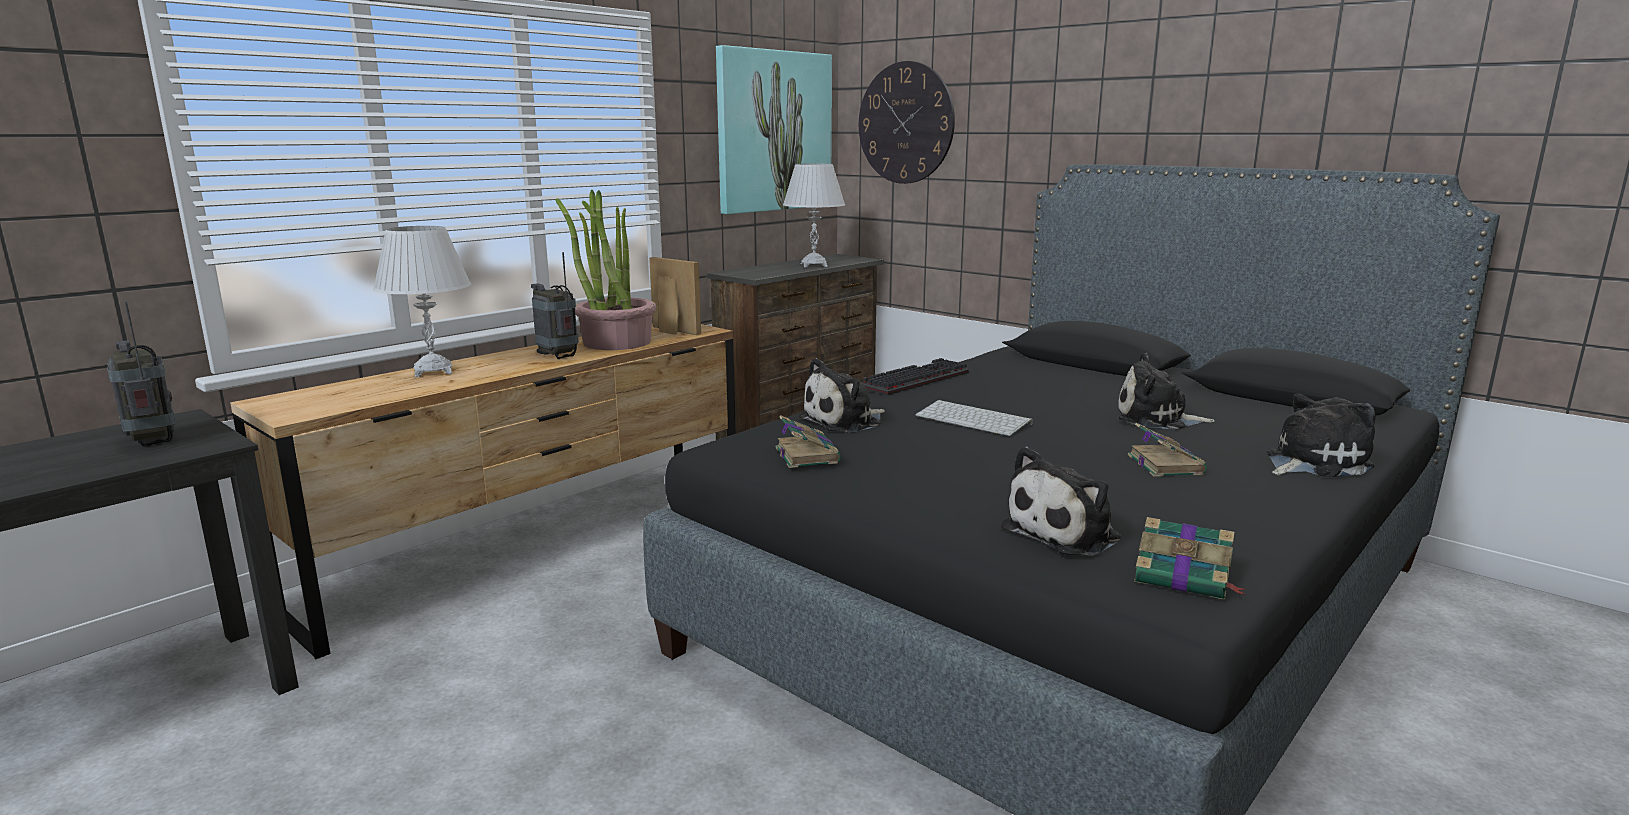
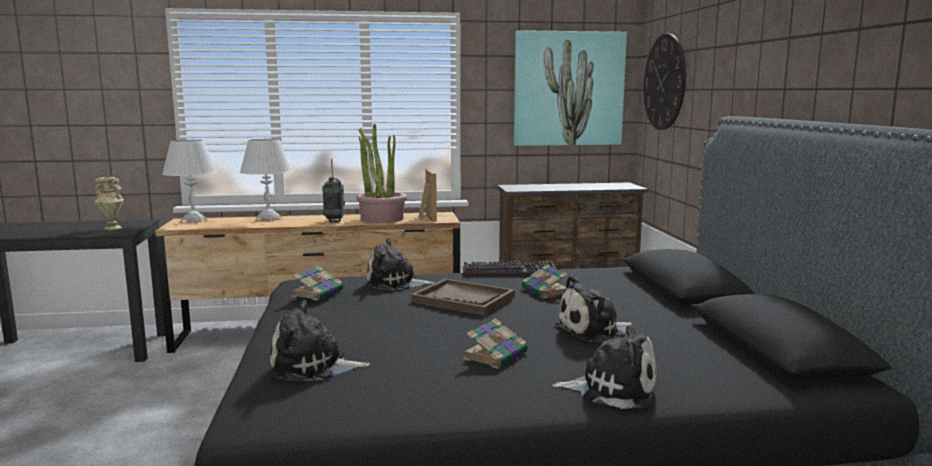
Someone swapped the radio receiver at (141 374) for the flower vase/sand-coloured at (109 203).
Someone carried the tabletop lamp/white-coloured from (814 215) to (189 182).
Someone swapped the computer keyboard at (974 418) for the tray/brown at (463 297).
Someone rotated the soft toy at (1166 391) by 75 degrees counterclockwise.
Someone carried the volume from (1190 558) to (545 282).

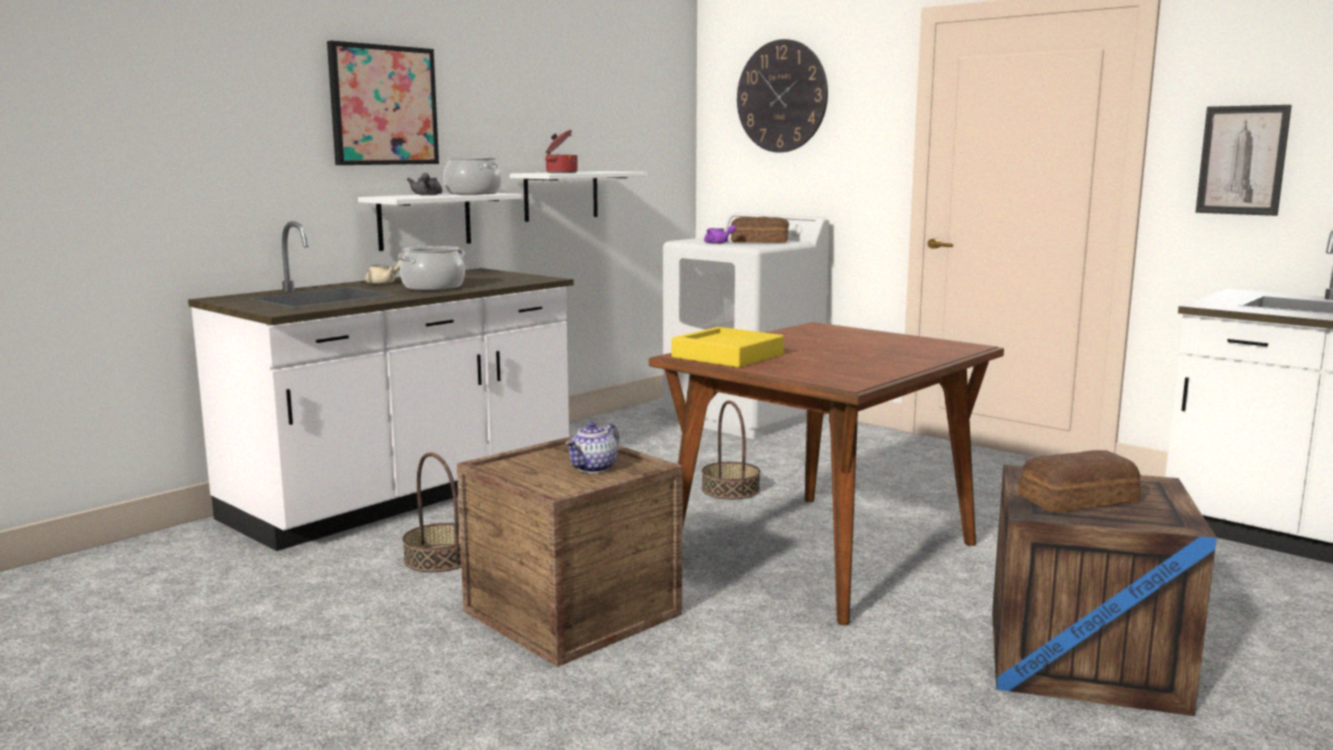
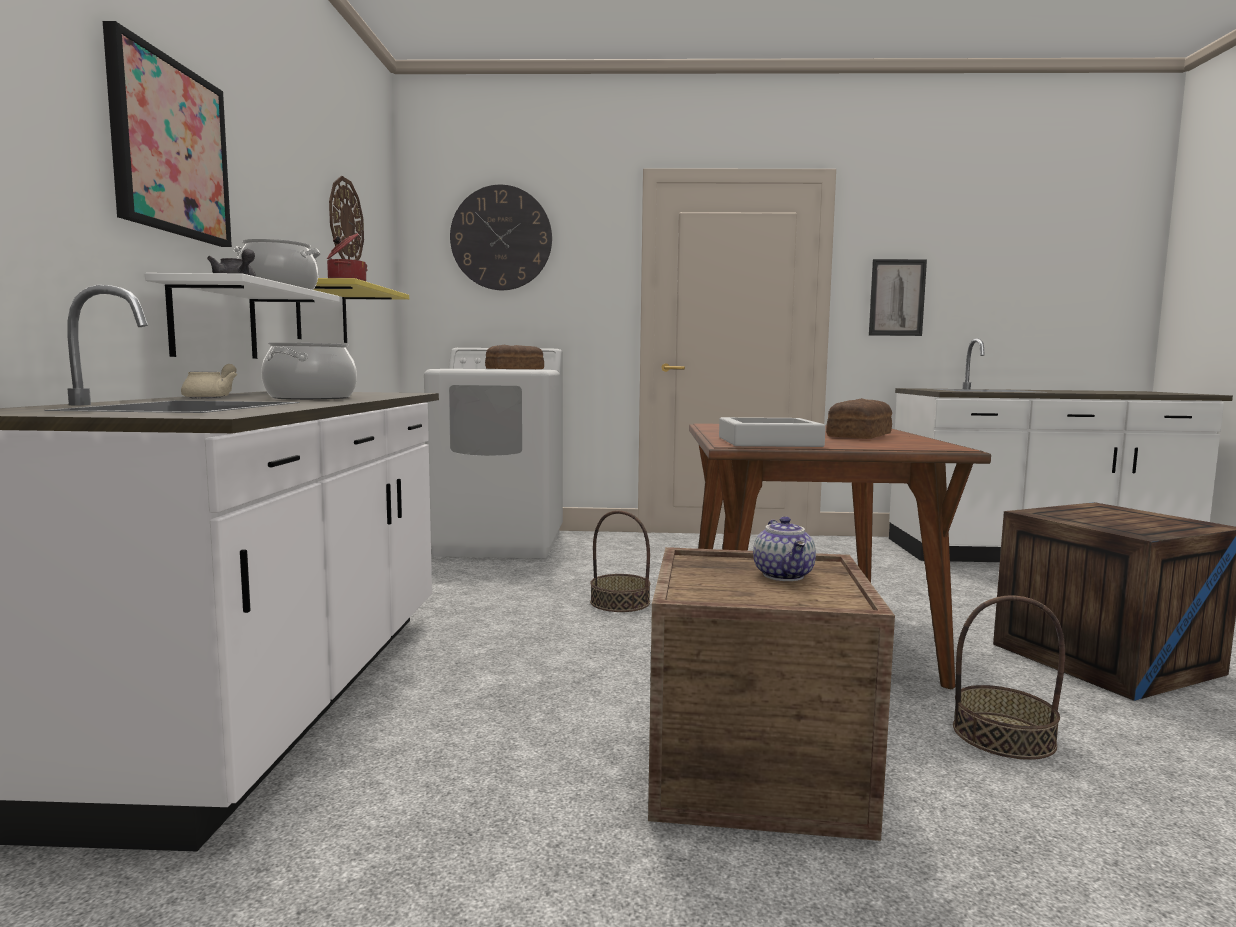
Someone carried the storage basket from (431 512) to (1009 677).
Someone repainted the bracket shelf/white-coloured at (578 196), which became the bracket shelf/yellow-coloured at (352 310).
Someone repainted the tray/yellow-coloured at (728 347), which became the tray/greyish at (772 432).
Someone took away the teapot/purple at (720 234).
Someone carried the bread from (1080 481) to (859 418).
Someone put up the clock on the wall at (346 218).

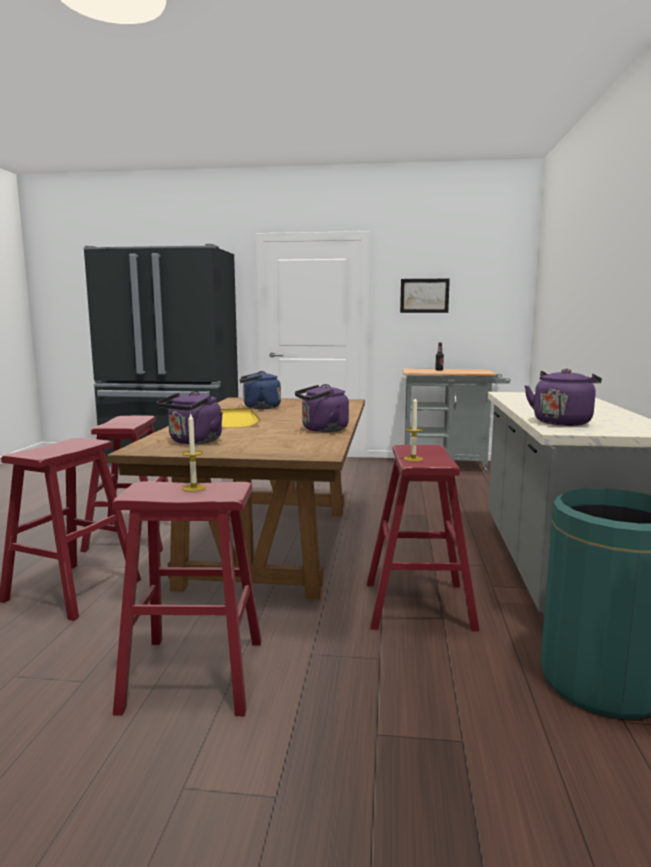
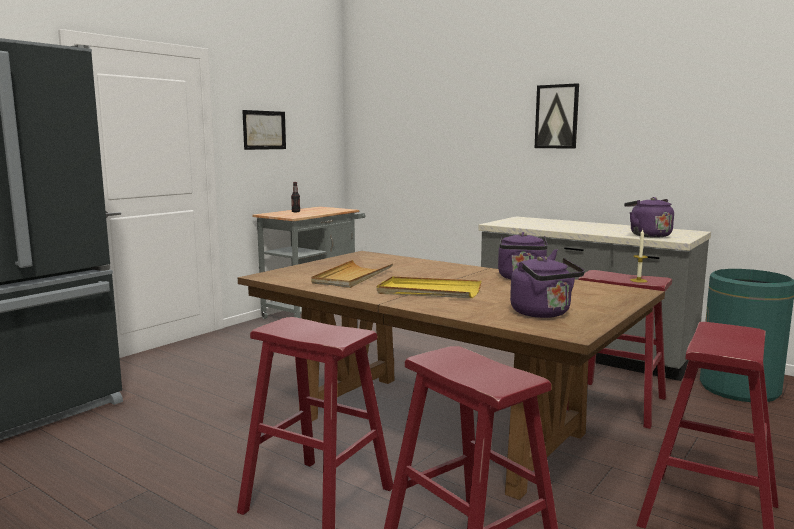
Someone took away the wax candle at (194 452).
Someone swapped the kettle/blue-coloured at (260 390) for the tray/sand-coloured at (352 274).
Someone put up the picture at (557 116).

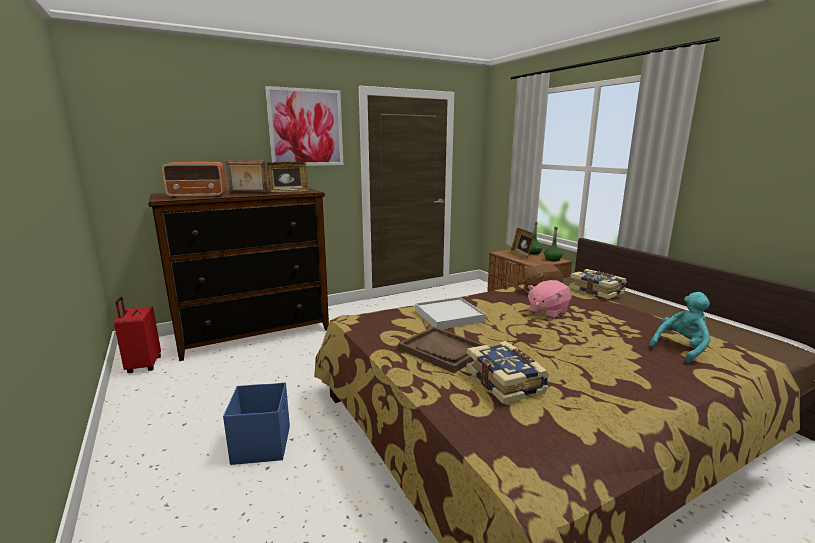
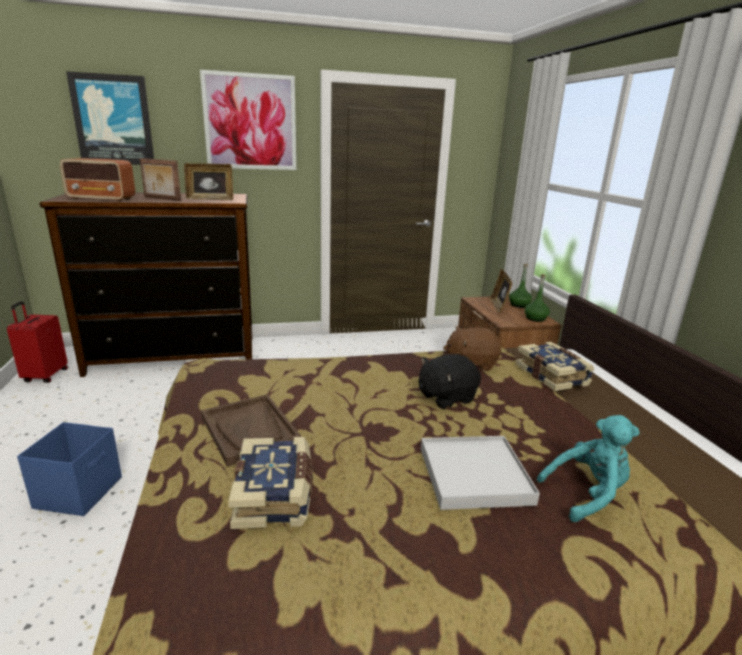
Someone carried the tray/white-coloured from (450 313) to (480 473).
Someone repainted the soft toy/pink at (549 299), which became the soft toy/blackish at (450 381).
Someone put up the picture at (110 118).

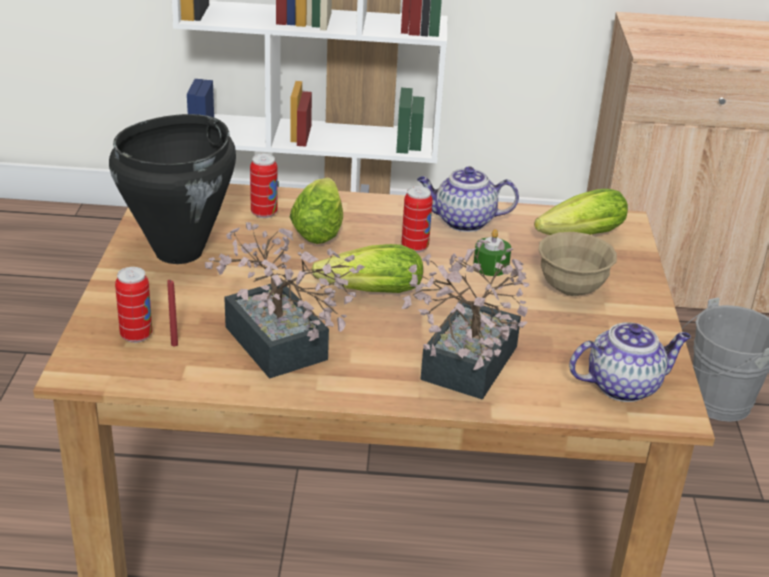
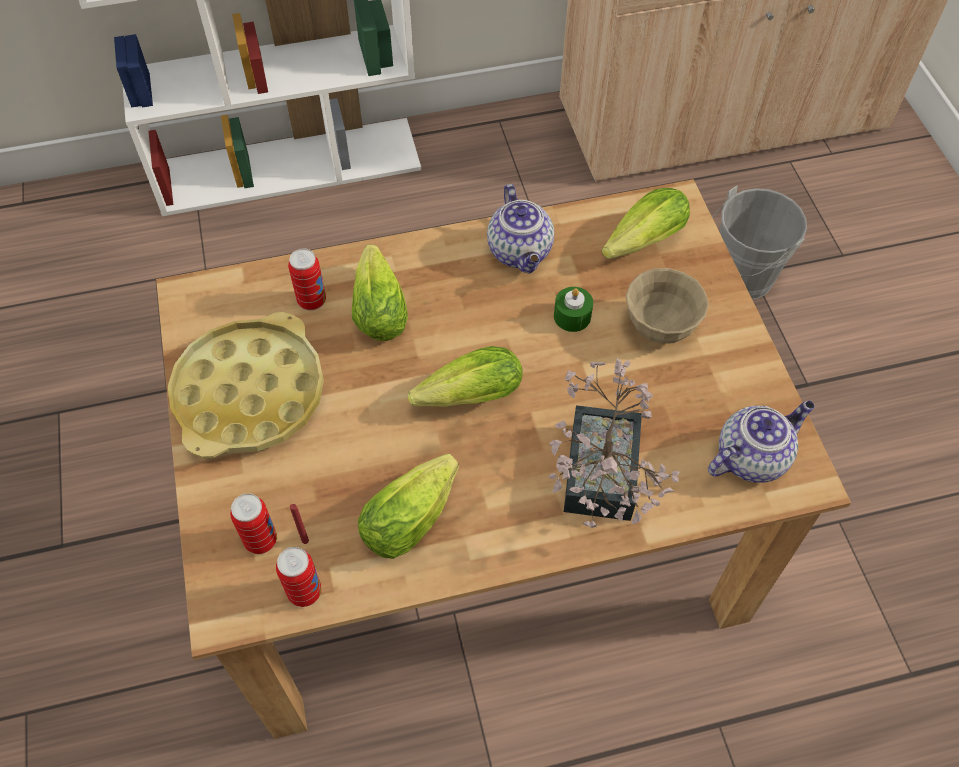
Someone swapped the stockpot/blackish at (172 189) for the tray/yellow-coloured at (246 385).
Someone swapped the plant in a pot at (285 300) for the head of lettuce at (408 506).
Someone carried the metal can from (417 219) to (299 577).
Someone rotated the teapot at (468 199) by 90 degrees counterclockwise.

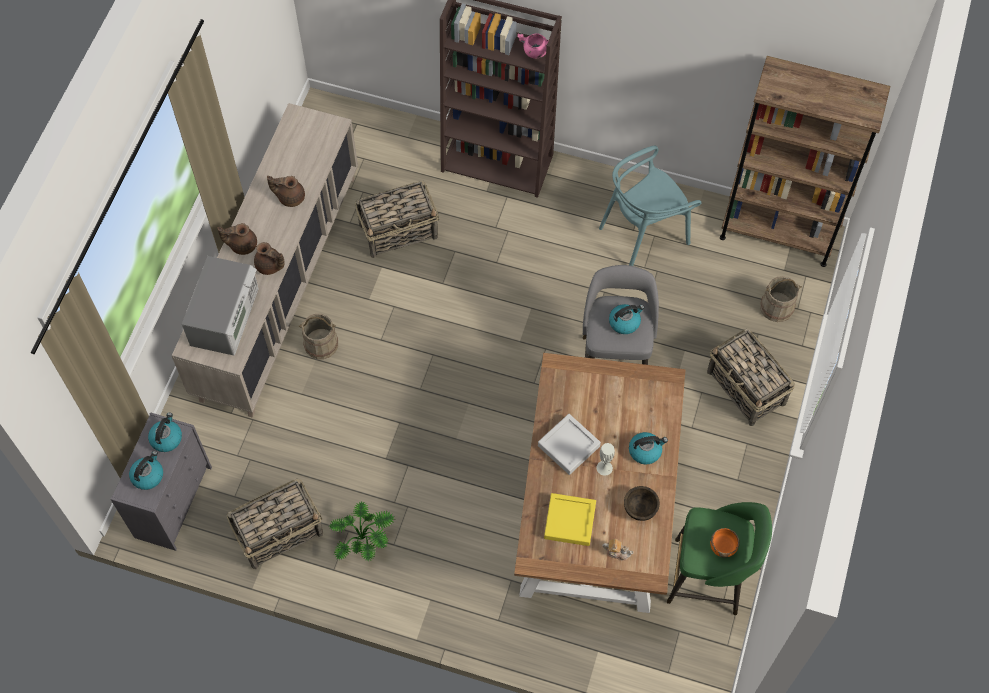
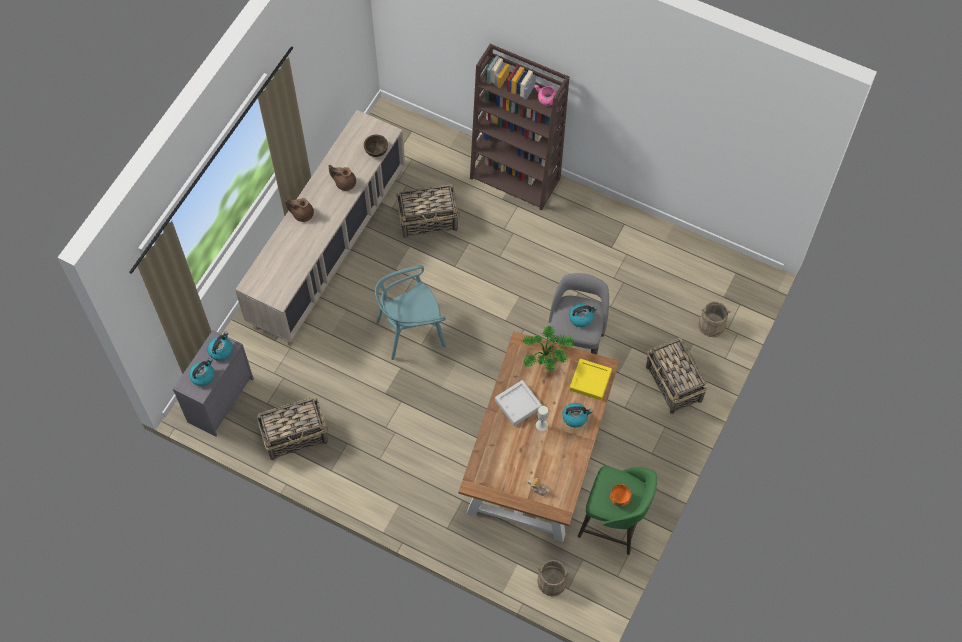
Someone took away the microwave at (220 305).
Someone took away the teapot/brown at (269 258).
Someone carried the bucket/sand-coloured from (318 336) to (553 578).
Someone carried the plant in a pot from (362 531) to (548 348).
Someone carried the tray/yellow-coloured from (570 519) to (590 379).
Someone carried the upright chair/turquoise-coloured from (650 206) to (410 312).
Someone carried the bowl/brown from (642 503) to (376 146).
Someone took away the shelving unit/brown at (805 161).

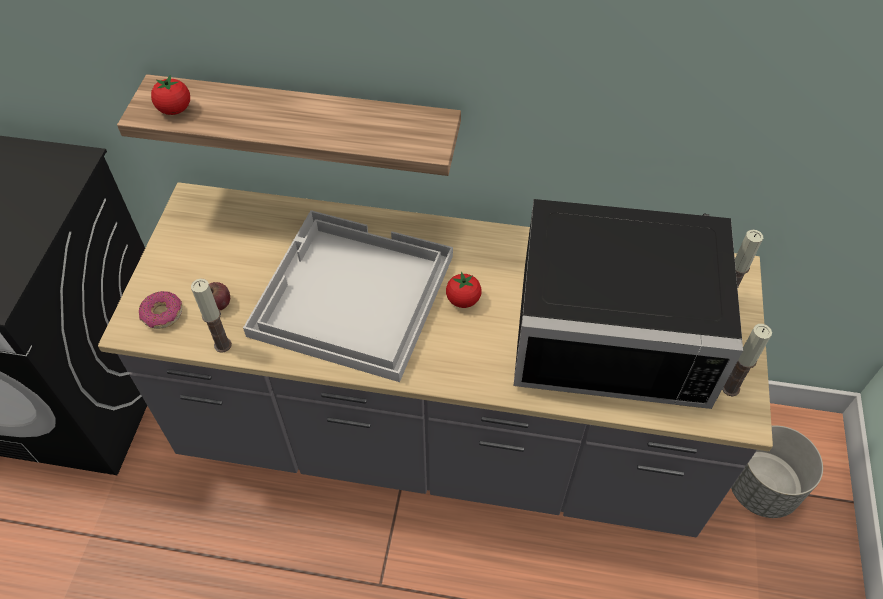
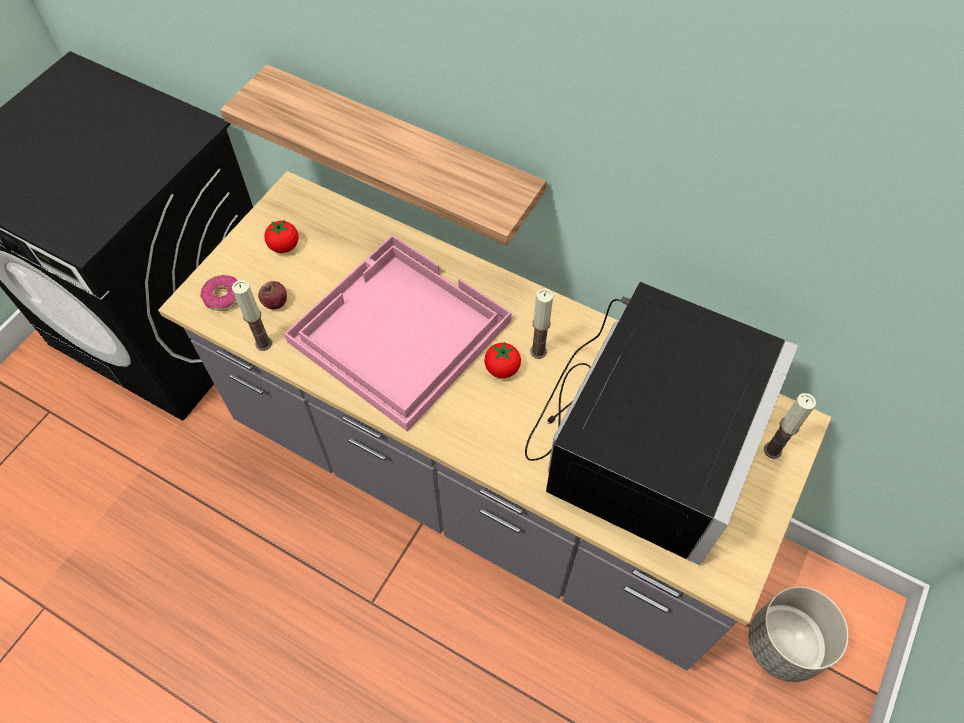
Someone carried the tomato from (170 95) to (281 236).
Someone repainted the tray/white-coloured at (348 296), which became the tray/pink at (398 333).
Someone rotated the microwave/blackish at (628 304) by 90 degrees counterclockwise.
Someone carried the wax candle from (747 360) to (541 323).

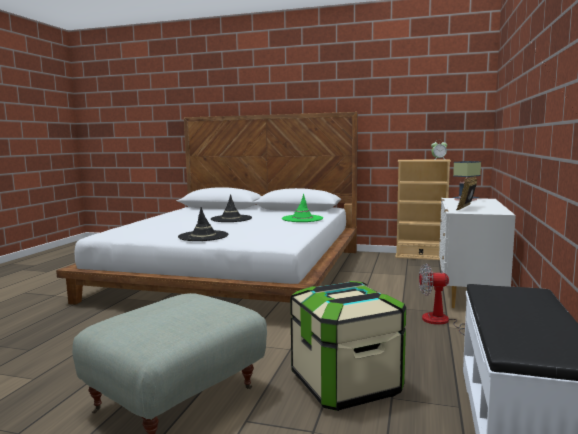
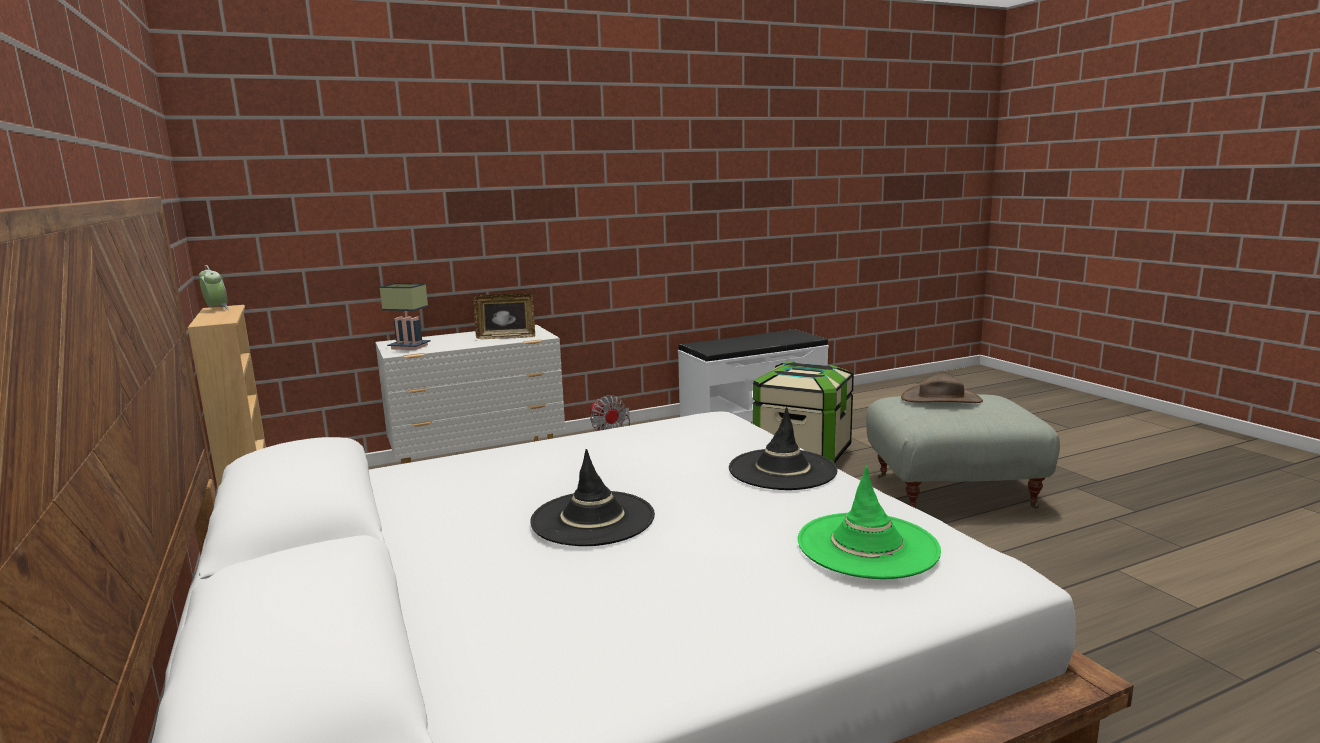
Someone carried the hat/green from (302 208) to (869 522).
Someone put down the hat/brown at (942 388).

